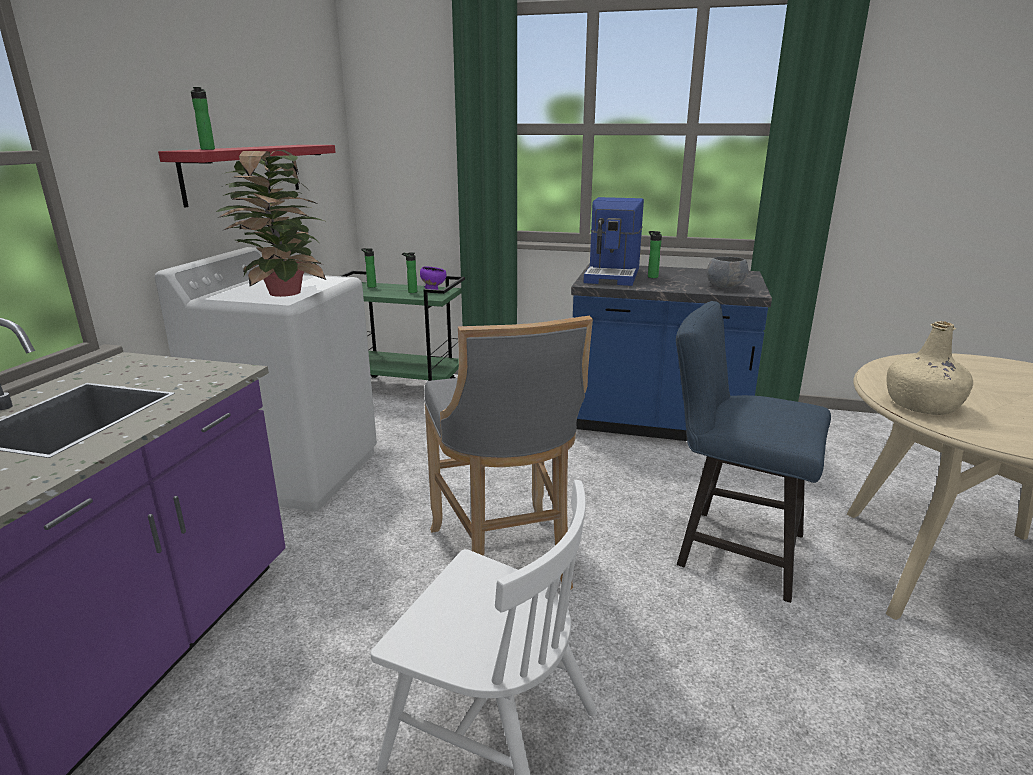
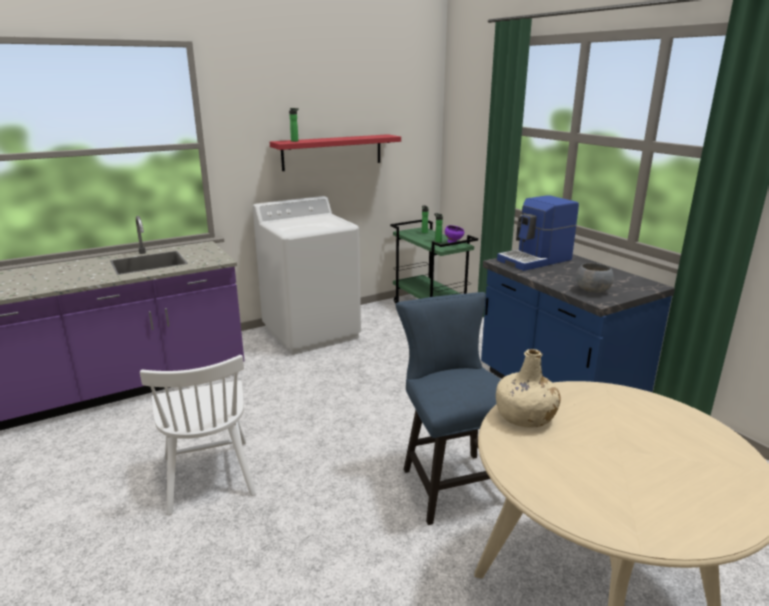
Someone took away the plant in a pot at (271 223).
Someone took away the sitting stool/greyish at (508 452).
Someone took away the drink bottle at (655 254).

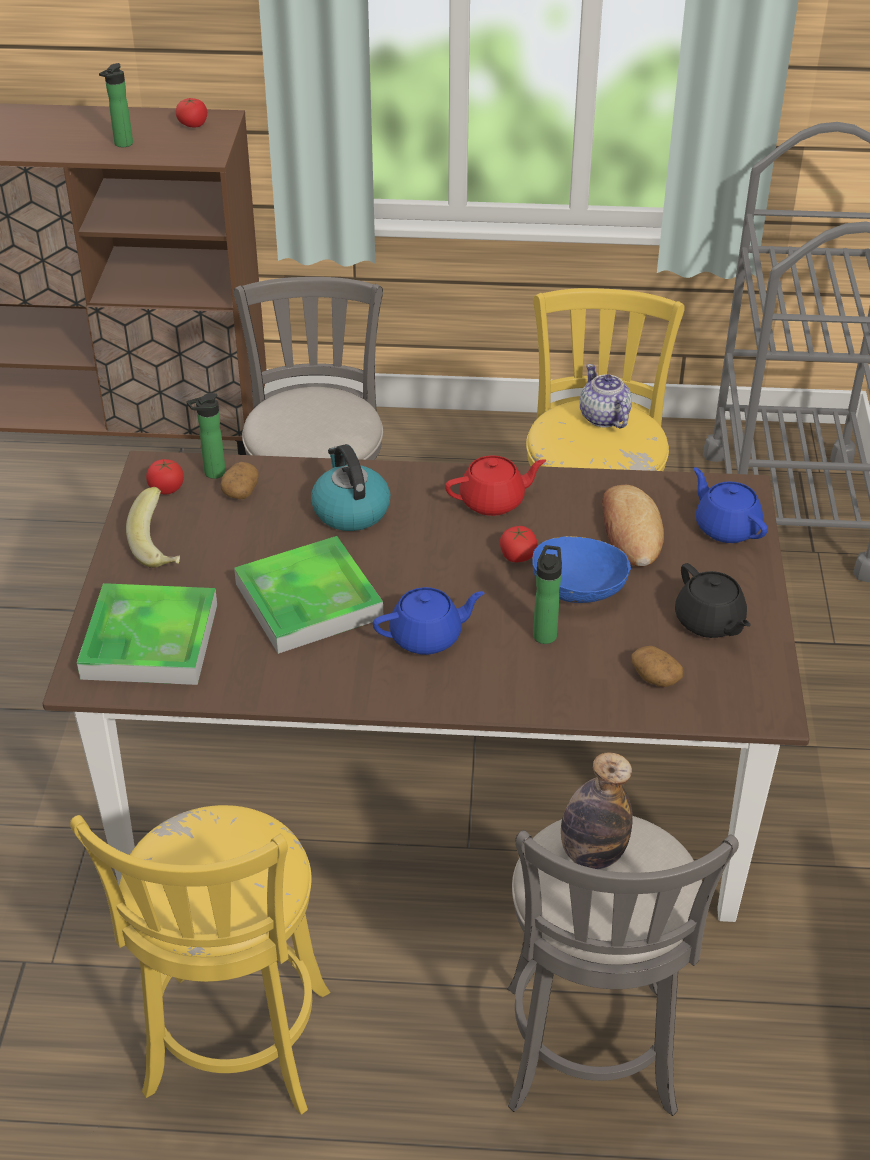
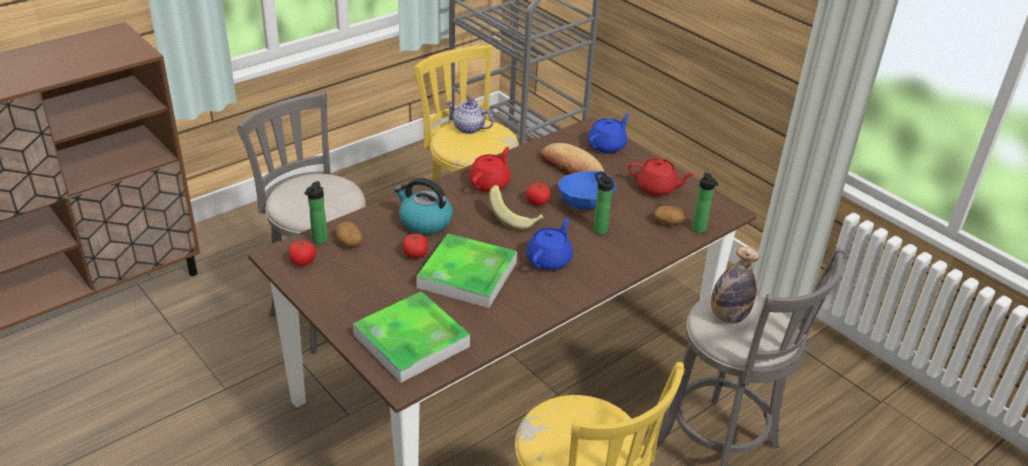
Someone carried the drink bottle from (116 105) to (705 202).
Someone carried the banana fruit from (153 527) to (516 207).
Someone carried the tomato from (191 112) to (415 246).
Someone repainted the teapot/blackish at (713 600), which became the teapot/red-coloured at (661 177).
Someone rotated the teapot/blue-coloured at (730 505) by 120 degrees clockwise.

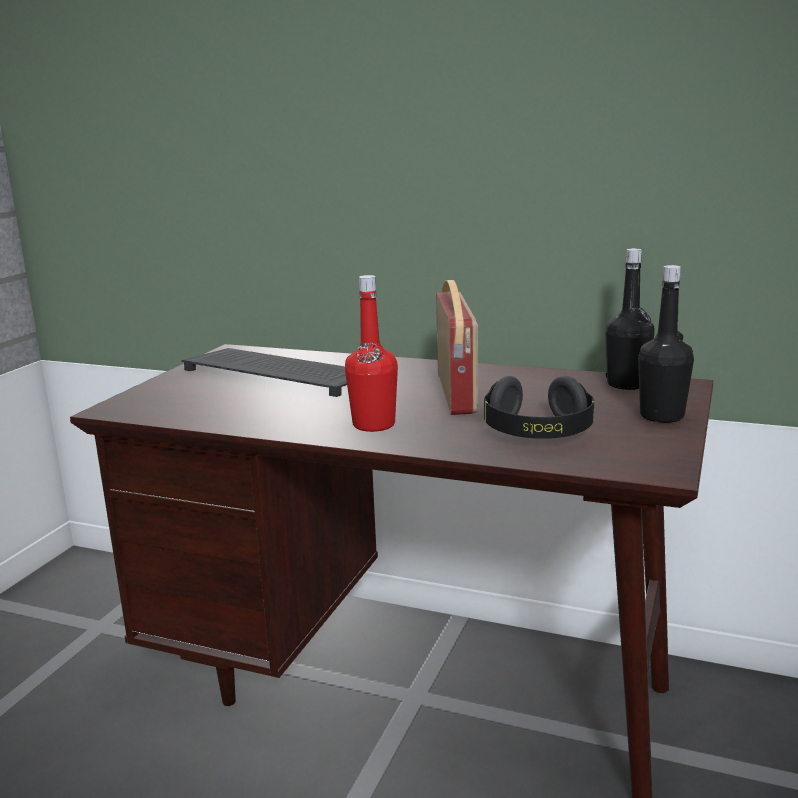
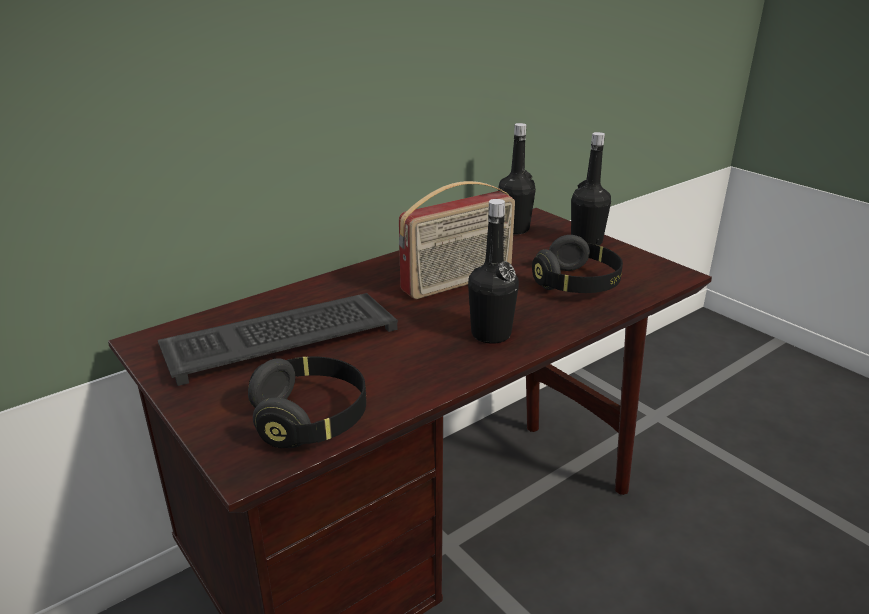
Someone repainted the drink bottle/red-coloured at (371 353), which became the drink bottle/blackish at (493 271).
Someone rotated the radio receiver at (457 347) by 120 degrees clockwise.
Someone put down the headphones/blackish at (307 402).

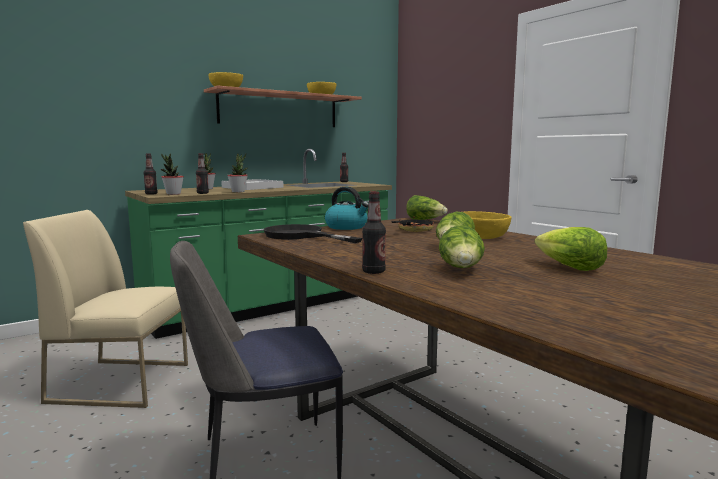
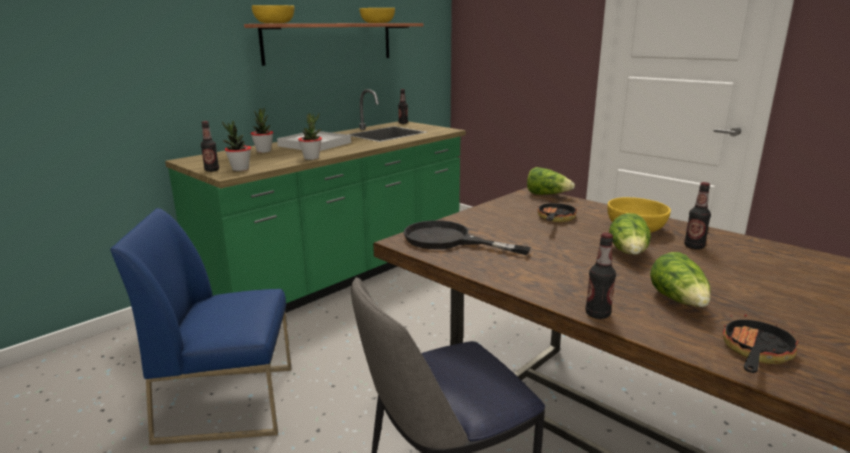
Someone repainted the upright chair/sand-coloured at (105 309), which became the upright chair/blue-coloured at (201 326).
Someone carried the drink bottle from (202 173) to (697 215).
Someone took away the kettle at (347 208).
Someone took away the head of lettuce at (571 249).
Someone put down the pan at (761 343).

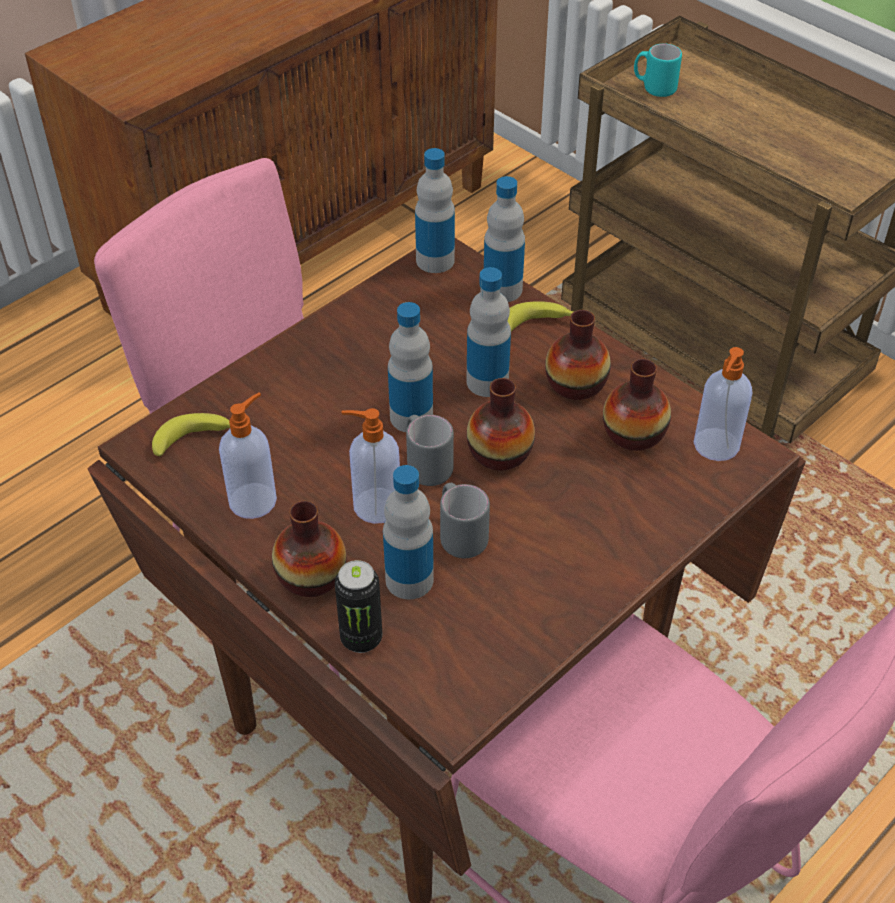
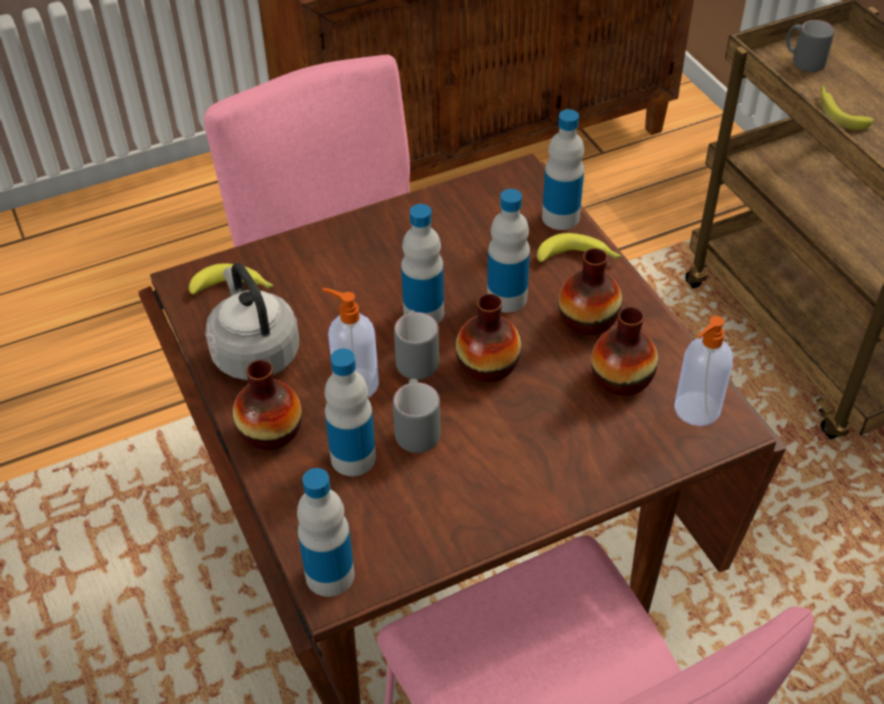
Someone swapped the soap dispenser at (248 456) for the kettle/greyish at (252 321).
Someone took away the metal can at (358 606).
Someone carried the drink bottle from (435 210) to (325 532).
Someone repainted the mug/turquoise-coloured at (658 70), which became the mug/greyish at (810 46).
Someone put down the banana fruit at (846 108).

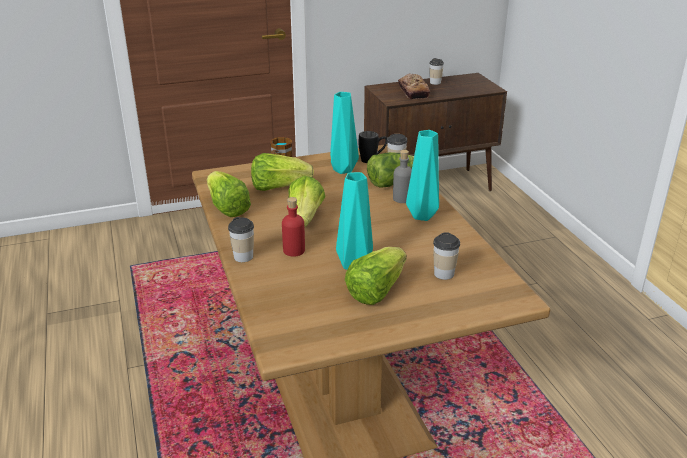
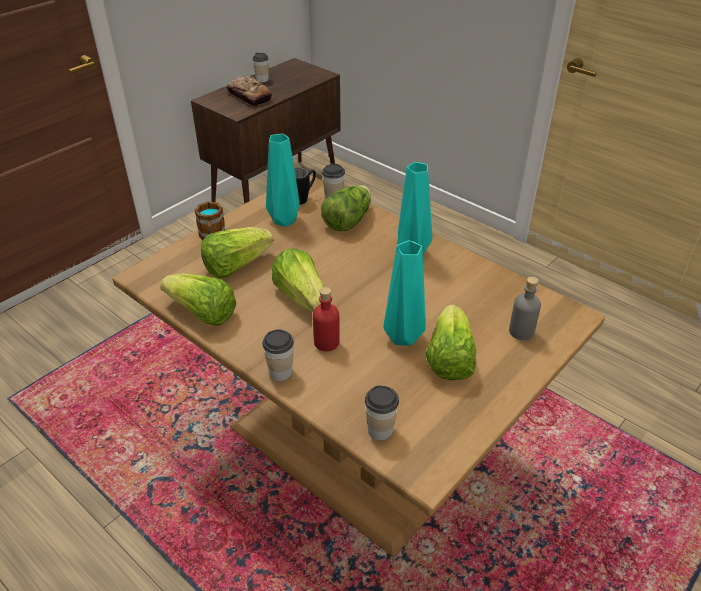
Someone carried the drink bottle/greyish from (402 176) to (525 308).
Someone carried the cup from (446 256) to (382 412).

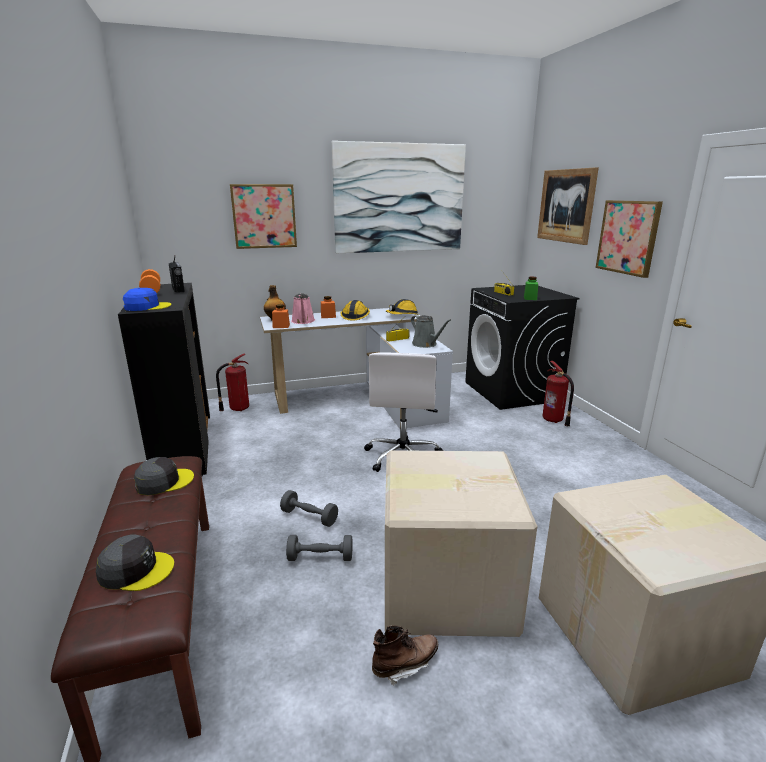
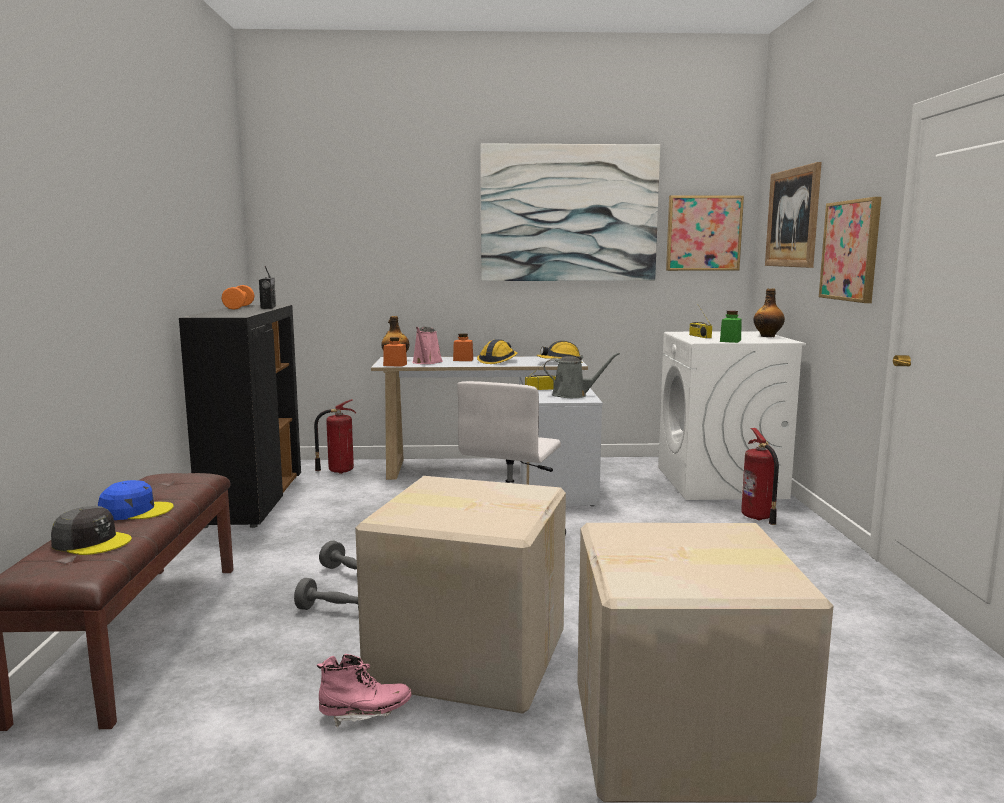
Someone carried the baseball cap/blue-coloured from (147 299) to (136 500).
Someone took away the baseball cap/greyish at (164 476).
Someone carried the picture from (263 216) to (705 233).
Someone repainted the boot/brown at (405 655), which became the boot/pink at (364 691).
Someone rotated the watering can/greyish at (431 331) by 60 degrees counterclockwise.
Someone repainted the laundry machine/blackish at (522 347), which became the laundry machine/white-coloured at (732 415).
Someone put down the drink bottle at (769 313).

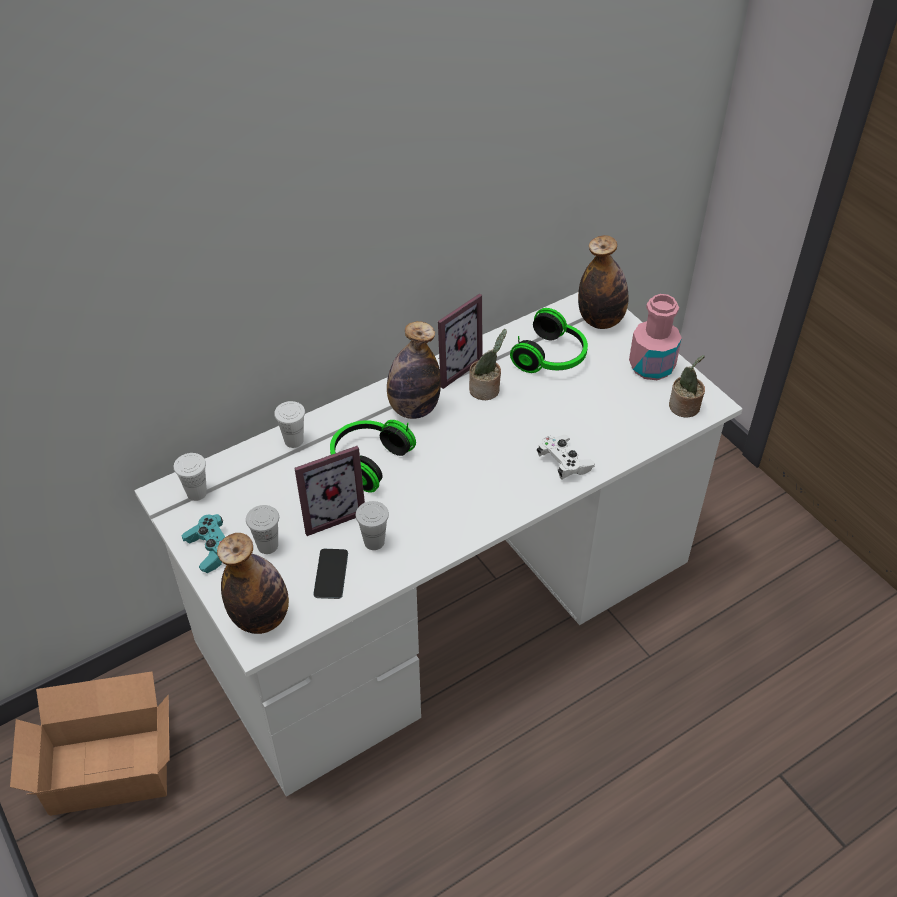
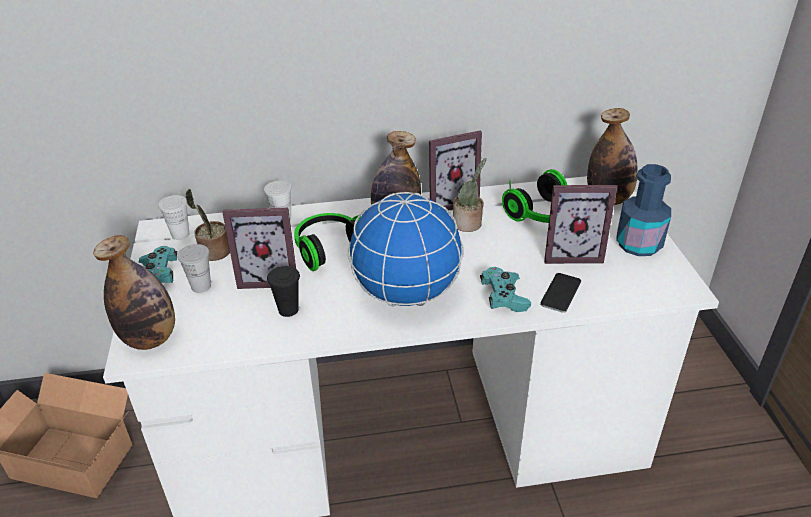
Someone carried the handset from (330 574) to (560 293).
Someone repainted the cup/white-coloured at (372 525), which became the cup/blackish at (283 291).
Someone repainted the gamepad/white-coloured at (566 457), which became the gamepad/turquoise-coloured at (505 289).
Someone repainted the drink bottle/pink at (655 337), which became the drink bottle/blue-coloured at (643 210).
Someone carried the plant in a pot from (687 386) to (207 225).
Someone put down the desk globe at (406 249).
Someone put down the picture frame at (580 224).

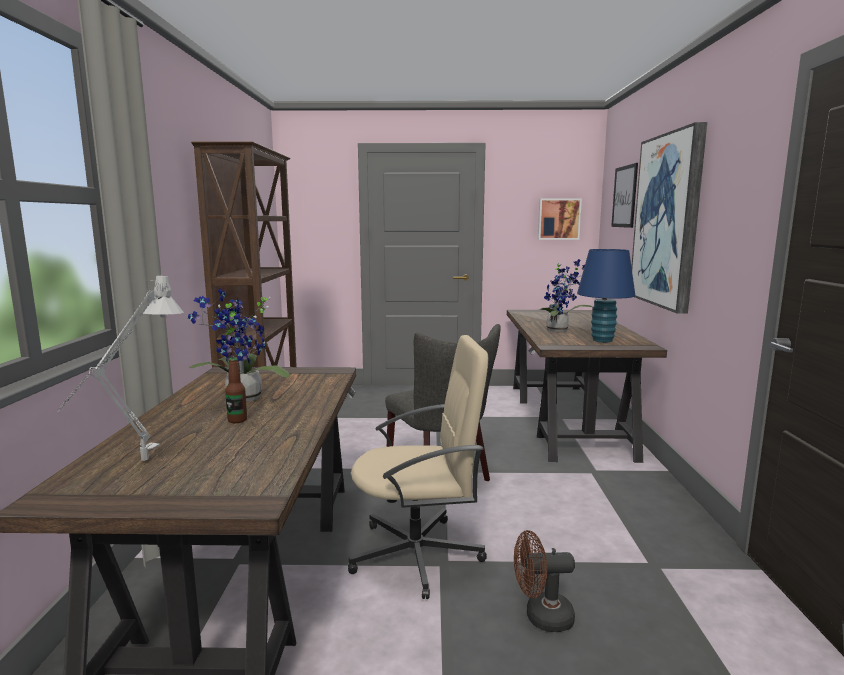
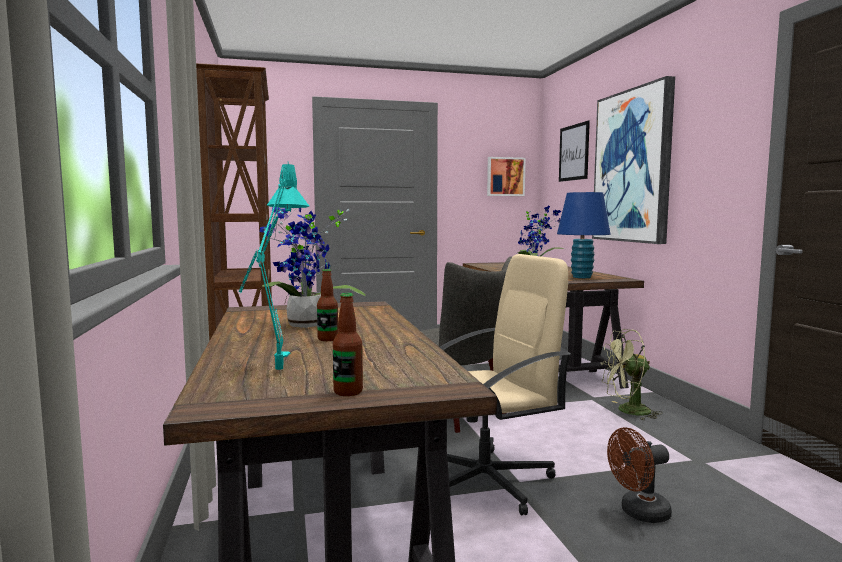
Someone repainted the tabletop lamp/greyish at (121 368), which became the tabletop lamp/turquoise-coloured at (273 265).
Someone put down the drink bottle at (348 344).
Someone put down the cooling fan/green at (632 374).

